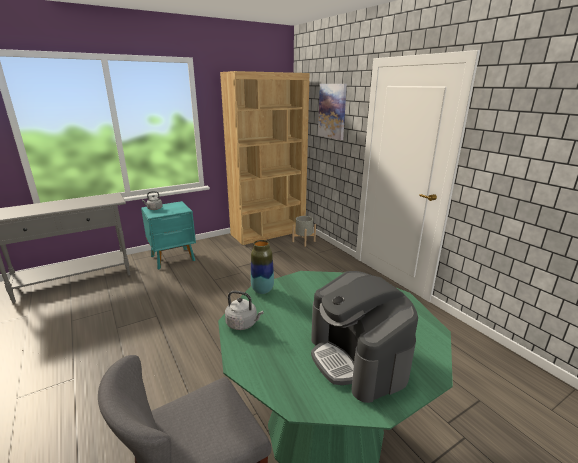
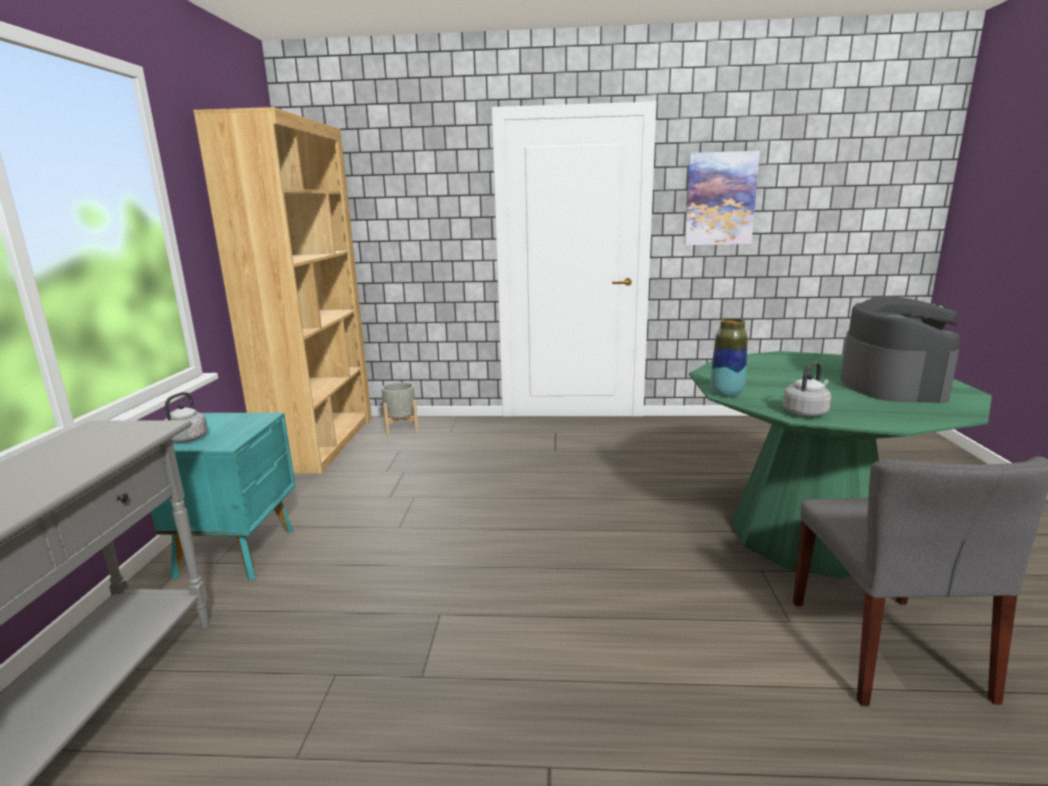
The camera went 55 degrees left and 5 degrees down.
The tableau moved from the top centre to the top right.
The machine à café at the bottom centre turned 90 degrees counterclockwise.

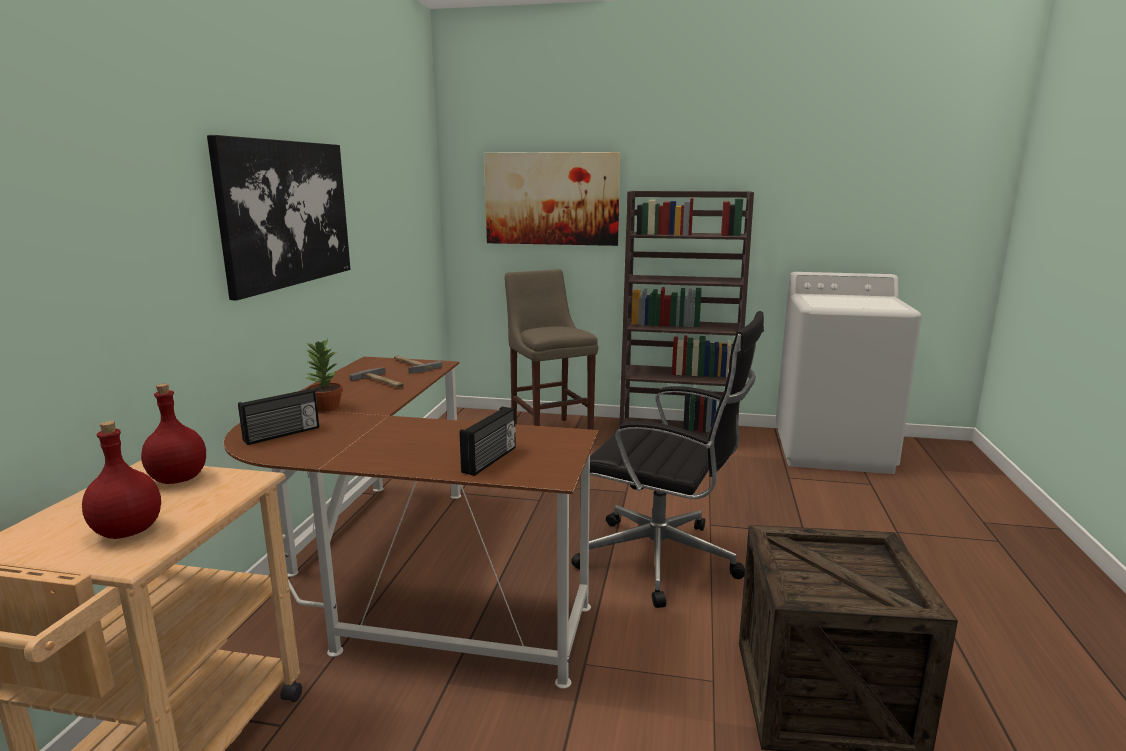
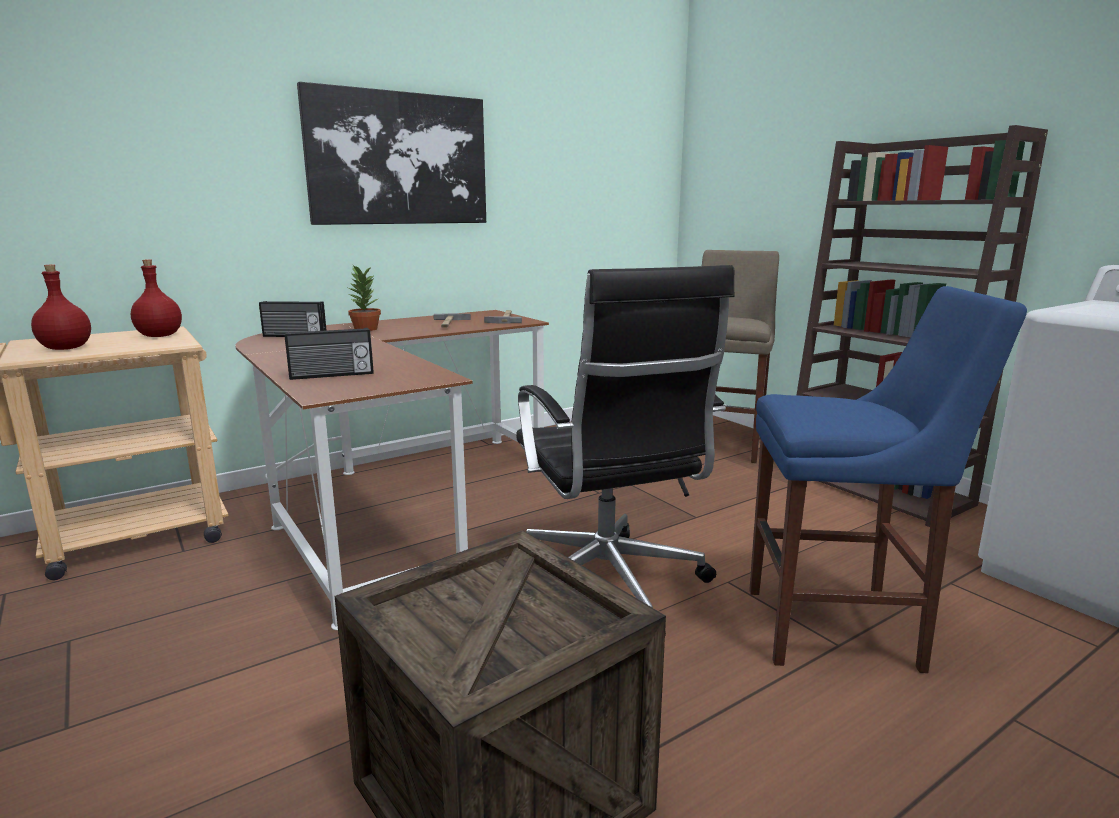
The camera went 45 degrees right and 0 degrees up.
The tableau (2nd from left) at the top centre disappeared.
The tabouret/bleu at the middle right appeared.

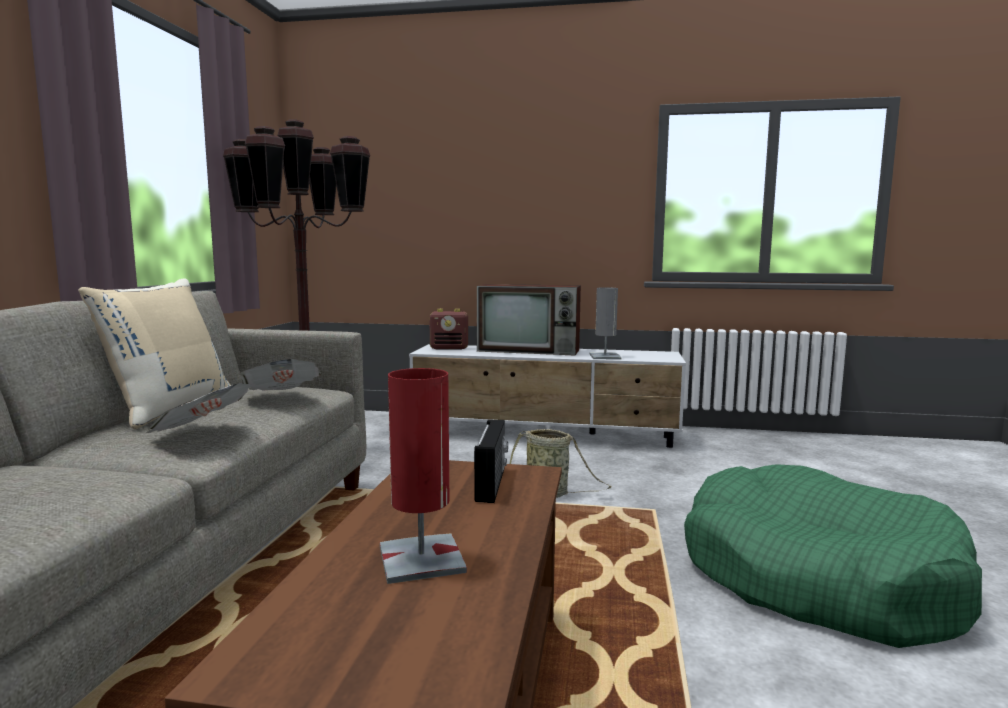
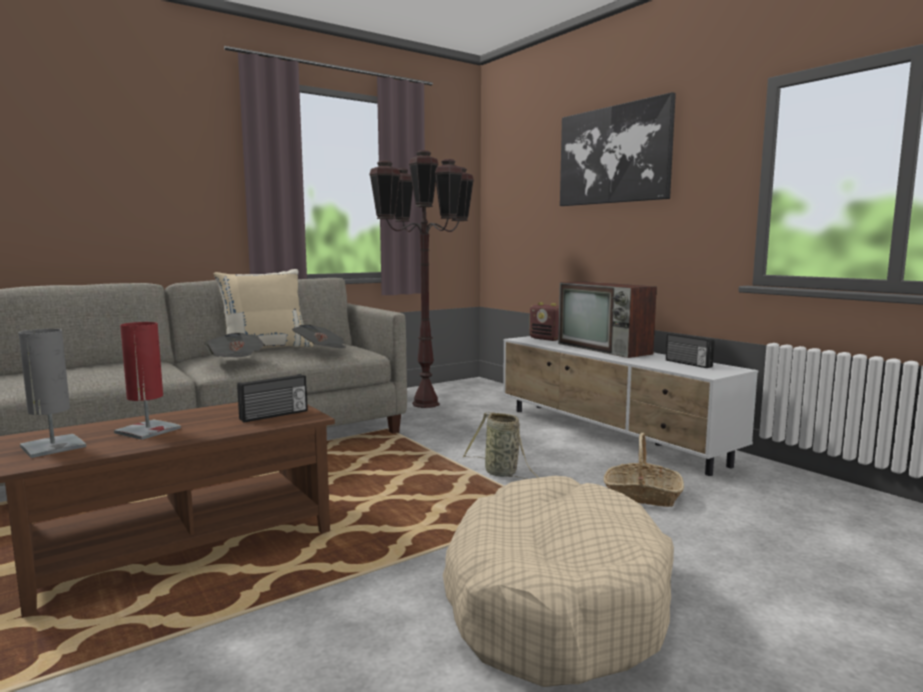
The camera went 45 degrees right and 0 degrees up.
The tableau at the top right appeared.
The panier (2nd from left) at the bottom right appeared.
The radio (3rd from left) at the middle right appeared.
The lampe de table/gris moved from the centre to the middle left.
The panier pour chien/vert at the bottom right became the panier pour chien/beige at the bottom centre.

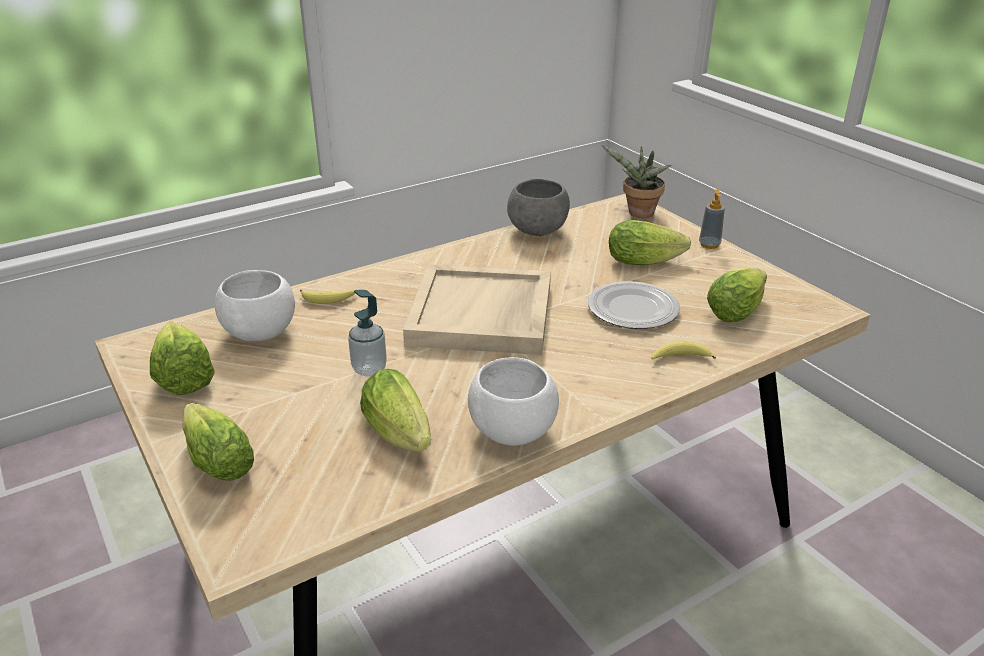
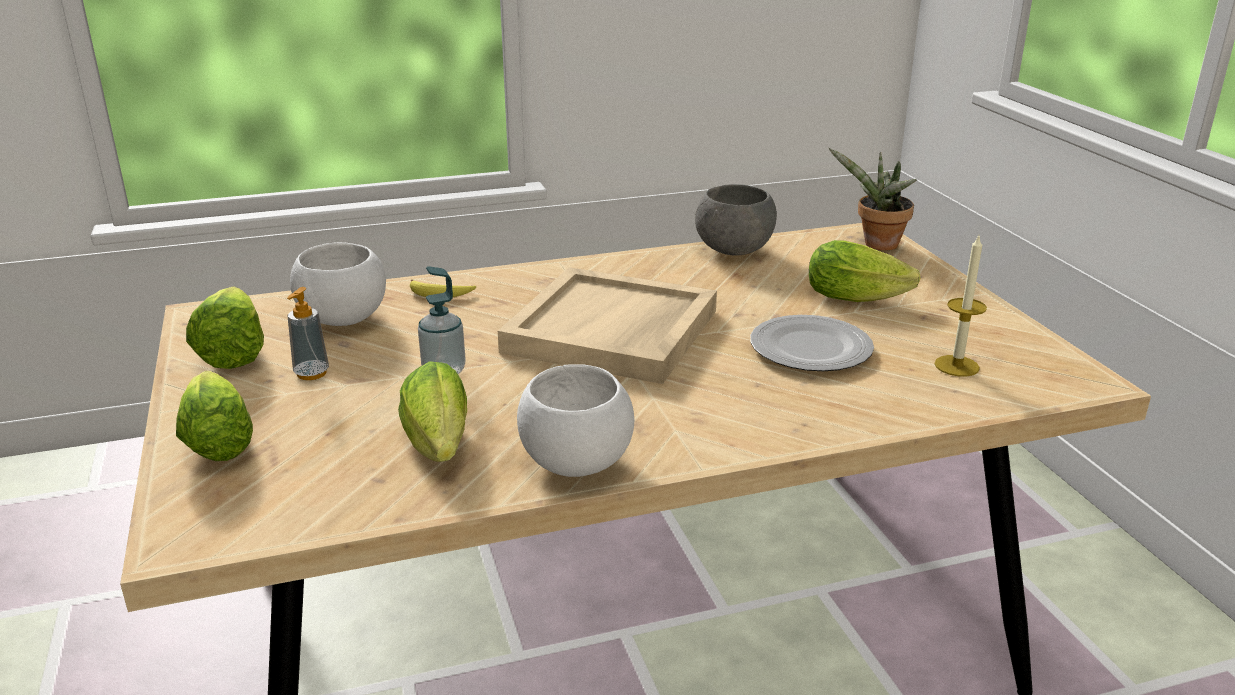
The camera went 15 degrees right and 5 degrees down.
The banane (2nd from left) at the middle right disappeared.
The distributeur de savon (2nd from left in the first image) moved from the middle right to the middle left.
The laitue (5th from left) at the middle right was replaced by the bougie at the middle right.

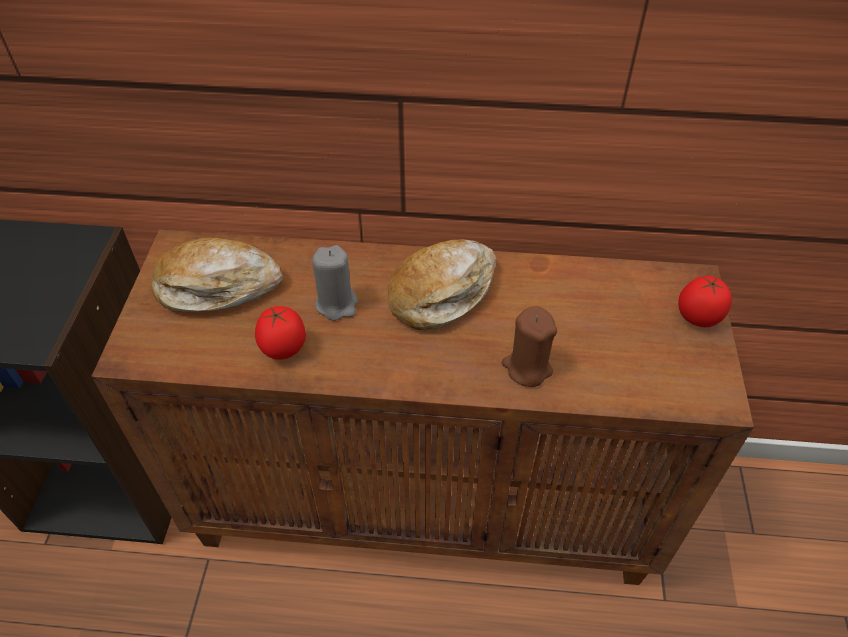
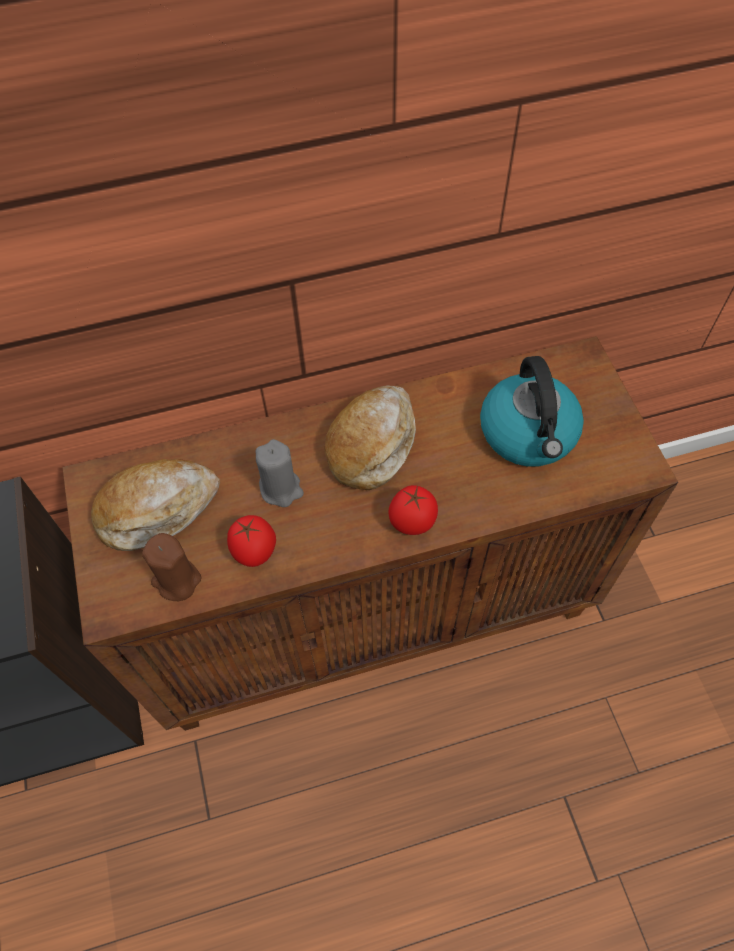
The camera went 20 degrees left and 10 degrees up.
The bouilloire at the middle right appeared.
The bougie/marron moved from the centre to the middle left.
The tomate (2nd from left) moved from the middle right to the centre.

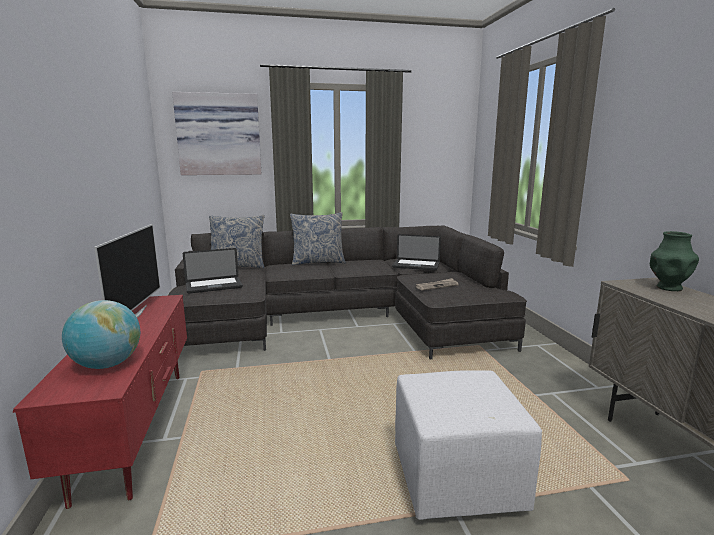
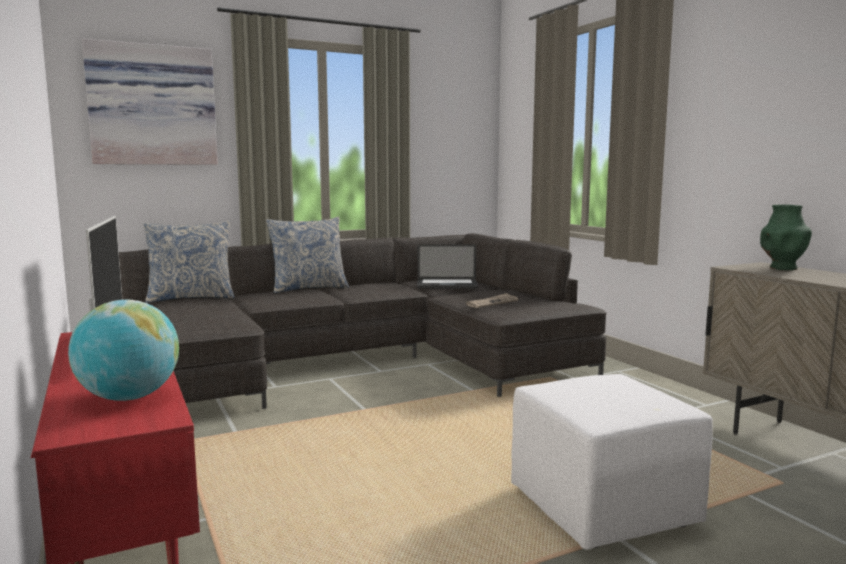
The camera went 15 degrees left and 5 degrees down.
The ordinateur portable (1st from left) at the middle left disappeared.

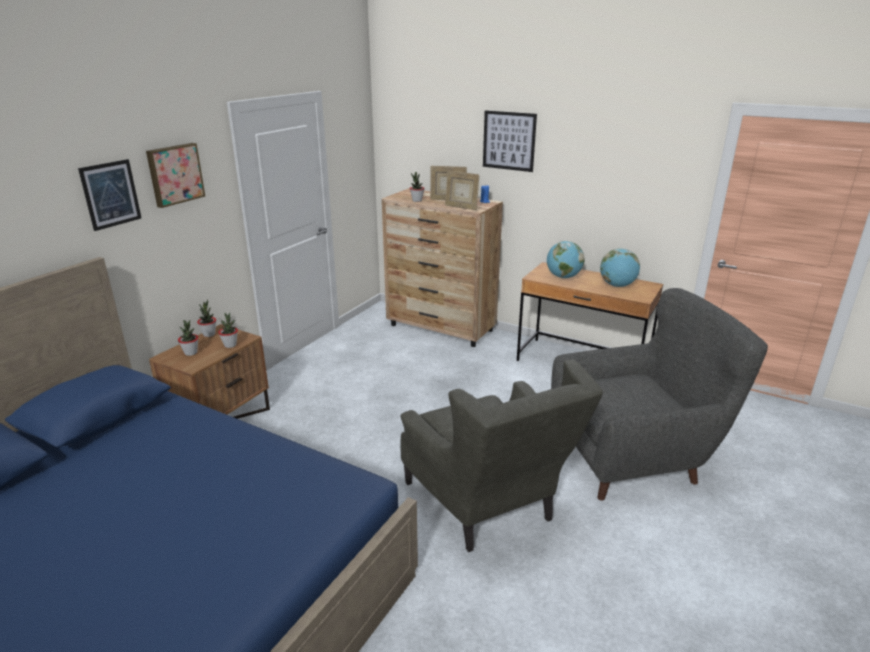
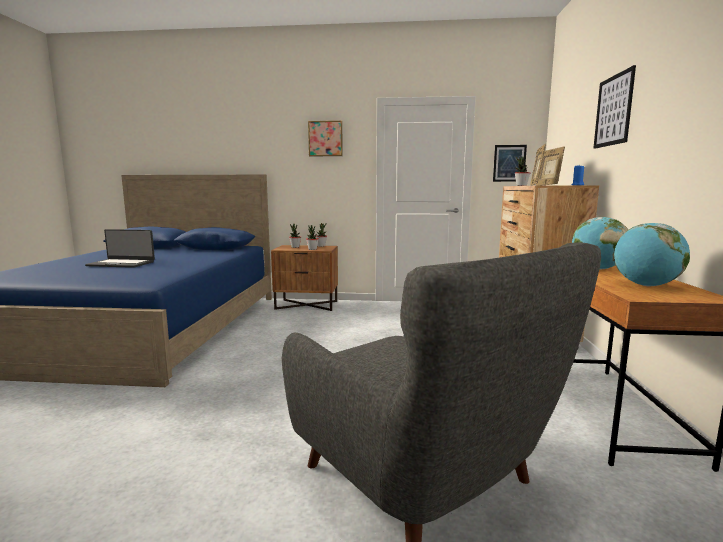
The camera went 65 degrees right and 15 degrees down.
The fauteuil/gris (1st from left) at the bottom centre disappeared.
The ordinateur portable at the middle left appeared.
The tableau (1st from left in the first image) moved from the top left to the top right.

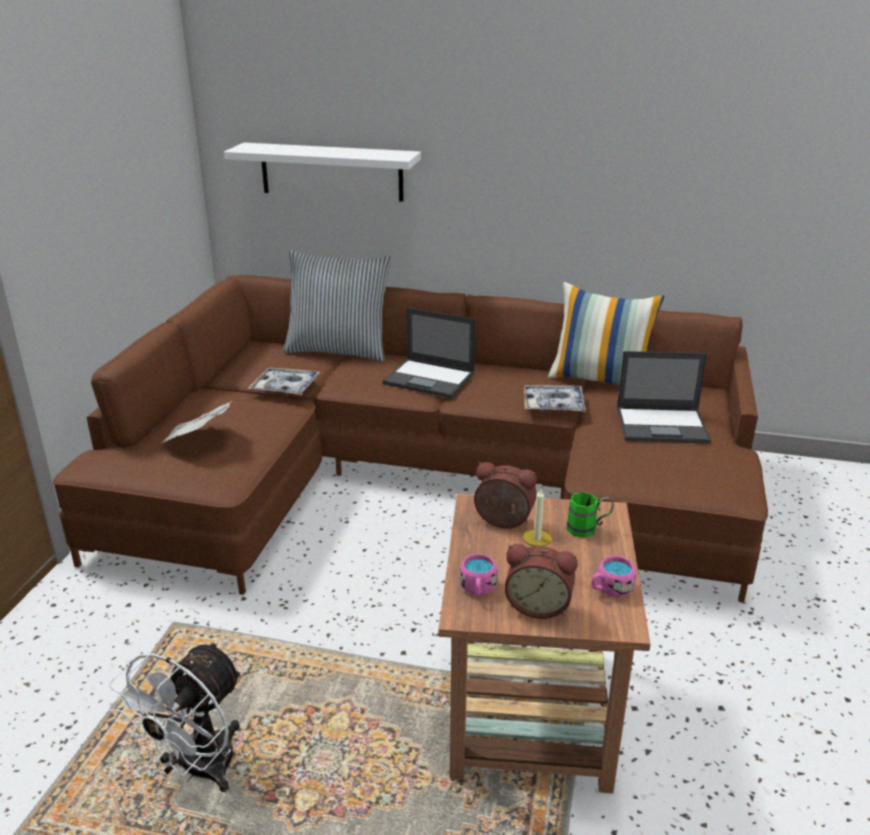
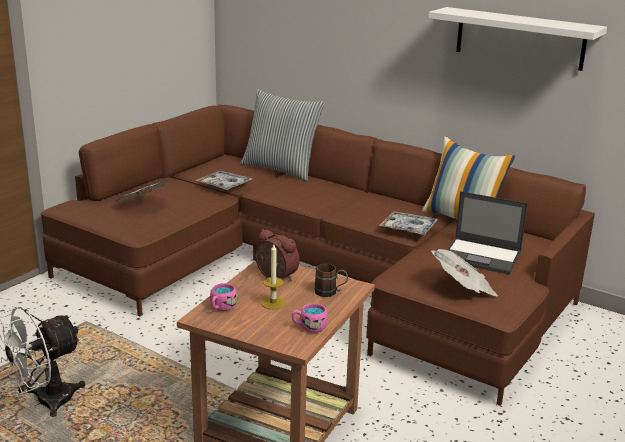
The camera went 20 degrees right and 5 degrees down.
The ordinateur portable (1st from left) at the centre disappeared.
The réveil (2nd from left) at the bottom centre disappeared.
The journal (2nd from left) at the middle right appeared.
The étagère/blanc moved from the top centre to the top right.
The mug/vert at the middle right became the mug/marron at the centre.

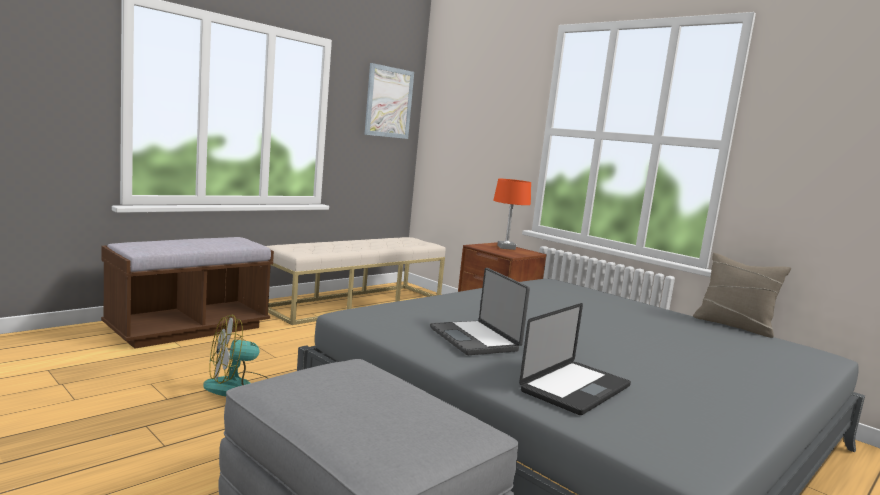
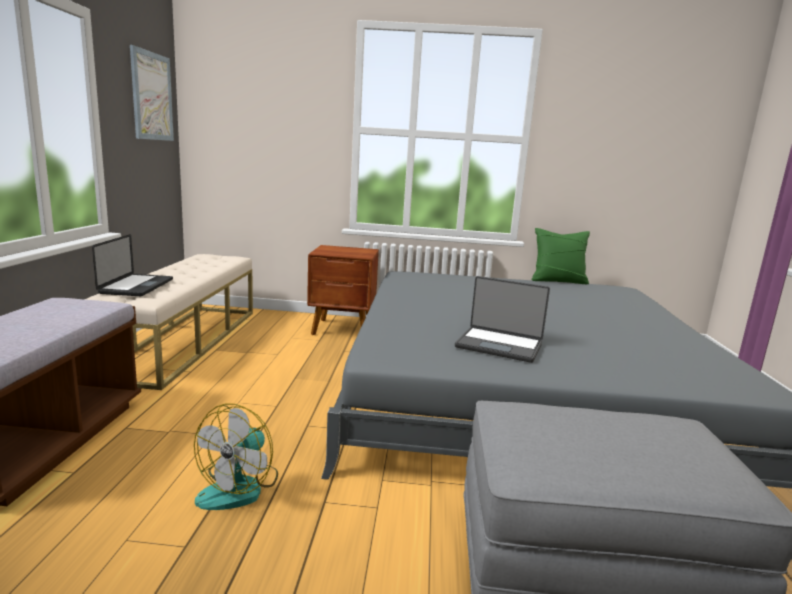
The camera went 40 degrees left and 5 degrees up.
The lampe de table/orange at the centre disappeared.
The ordinateur portable (2nd from left in the first image) moved from the bottom centre to the middle left.
The coussin/beige at the middle right became the coussin/vert at the middle right.

